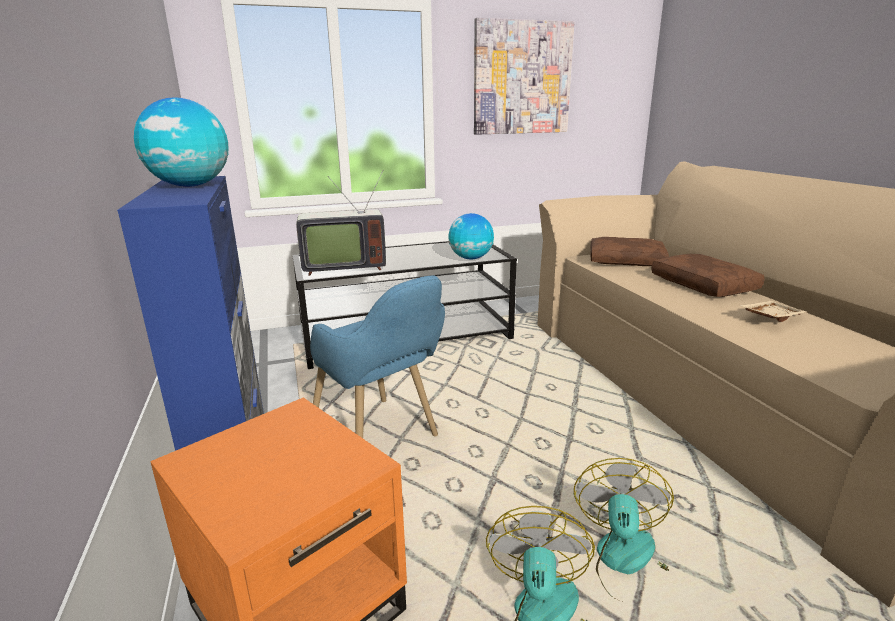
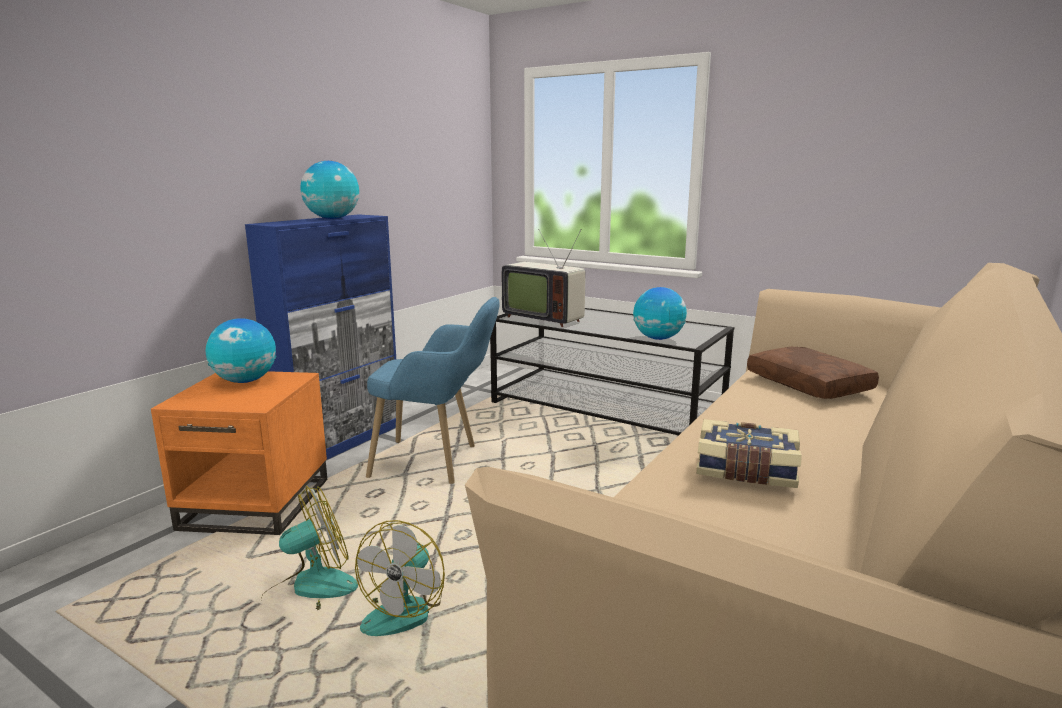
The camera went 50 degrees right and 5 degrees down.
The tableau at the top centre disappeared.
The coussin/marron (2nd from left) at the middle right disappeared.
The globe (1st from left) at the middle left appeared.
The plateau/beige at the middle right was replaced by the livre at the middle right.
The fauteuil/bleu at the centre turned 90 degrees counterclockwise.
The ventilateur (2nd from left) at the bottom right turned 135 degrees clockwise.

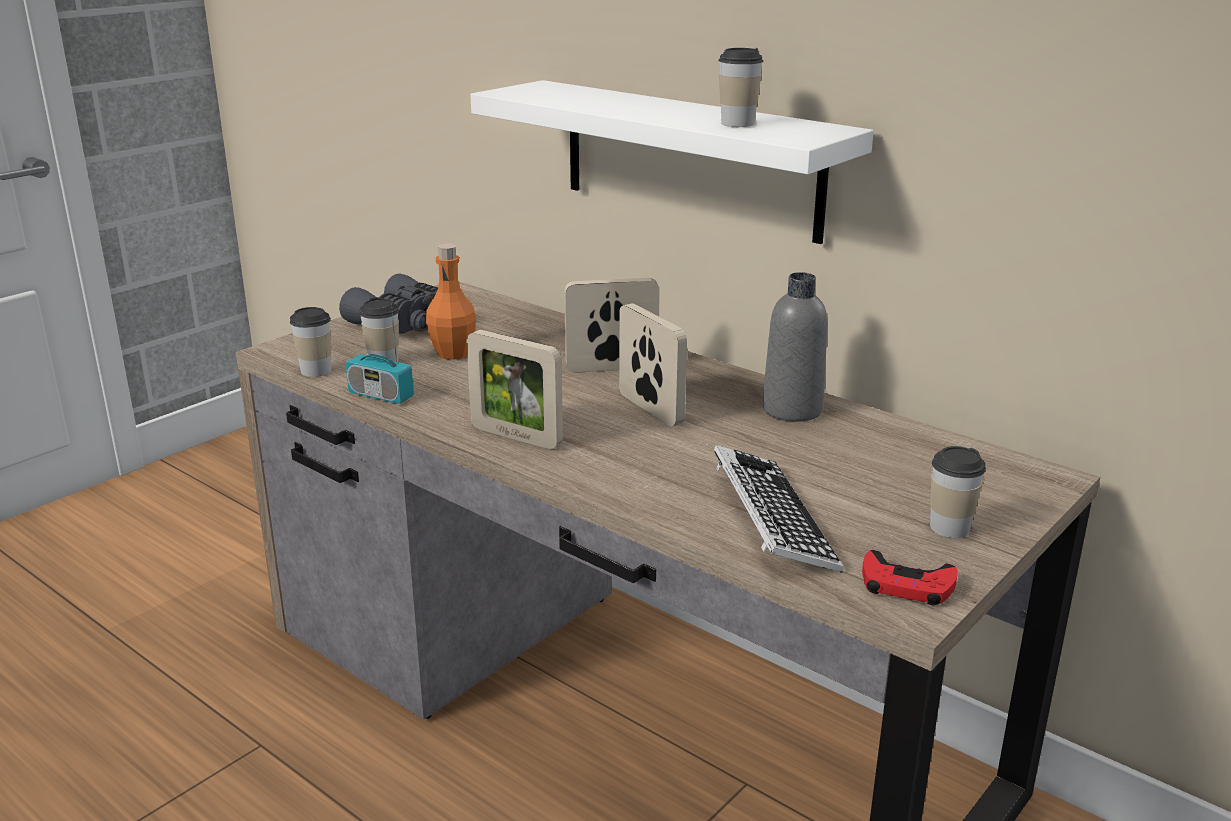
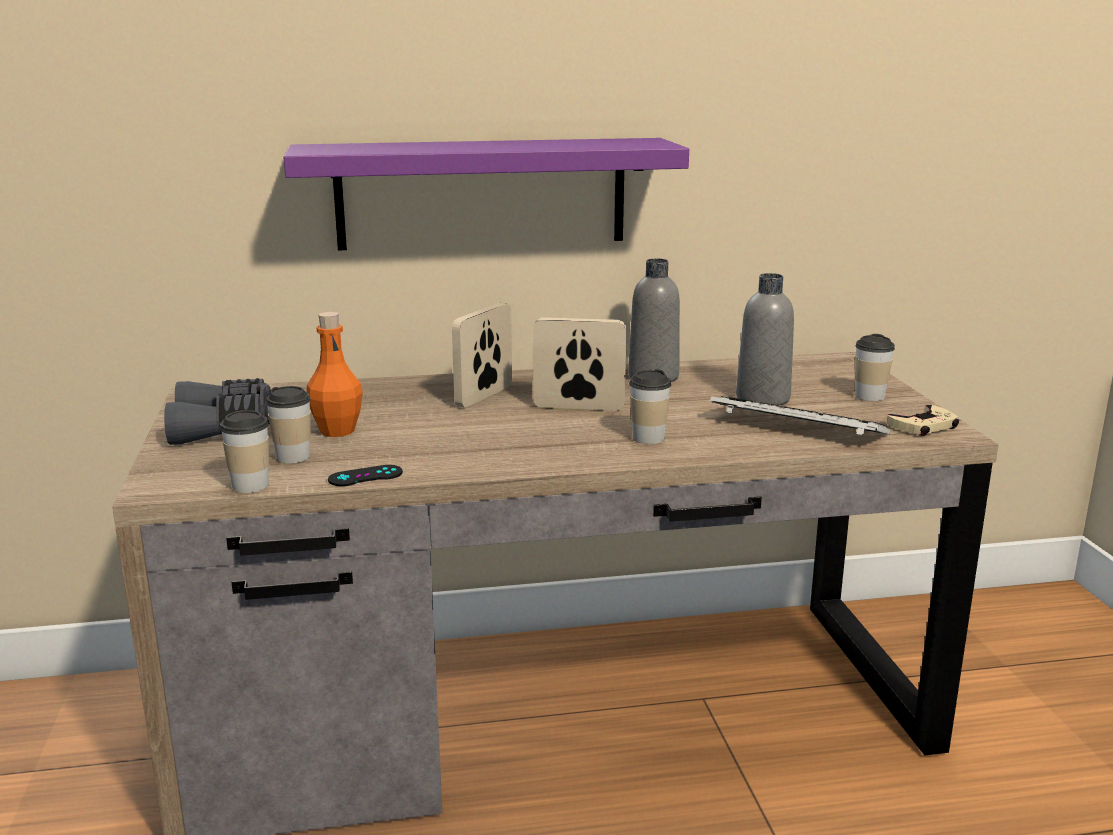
The camera went 50 degrees left and 5 degrees down.
The cadre photo (1st from left) at the centre disappeared.
The bouteille/gris (2nd from left) at the middle right appeared.
The tasse (3rd from left) moved from the top centre to the centre.
The radio at the middle left was replaced by the manette/noir at the middle left.
The étagère/blanc at the top centre became the étagère/violet at the top centre.
The manette/rouge at the bottom right became the manette/beige at the middle right.

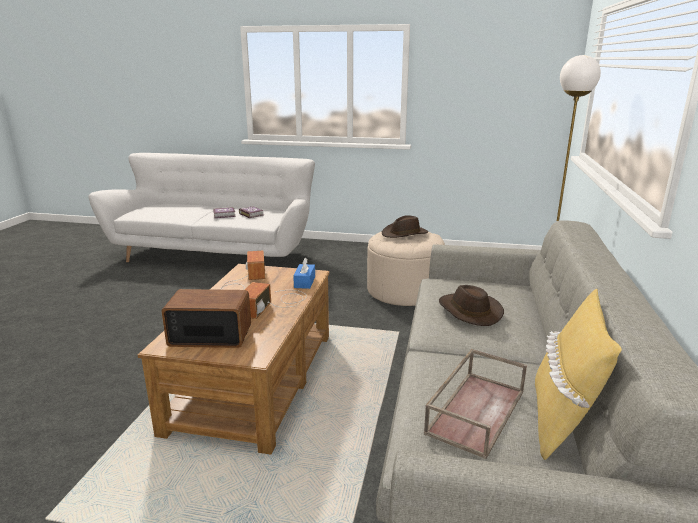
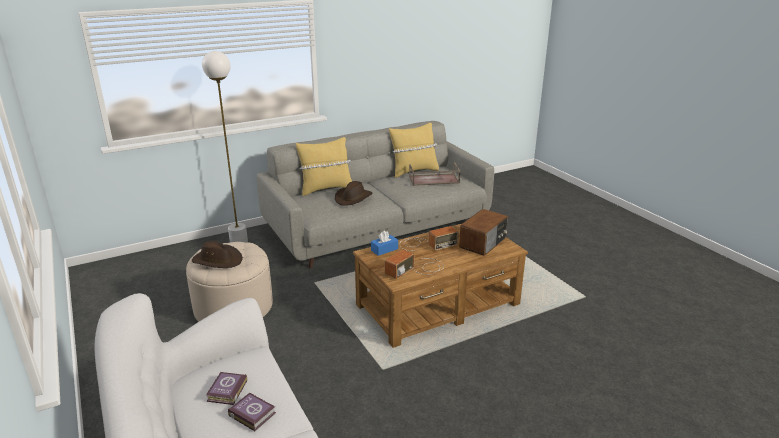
The camera went 130 degrees left and 5 degrees up.
The coussin/jaune (1st from left) at the centre appeared.
The radio (1st from left in the first image) at the middle left turned 105 degrees counterclockwise.

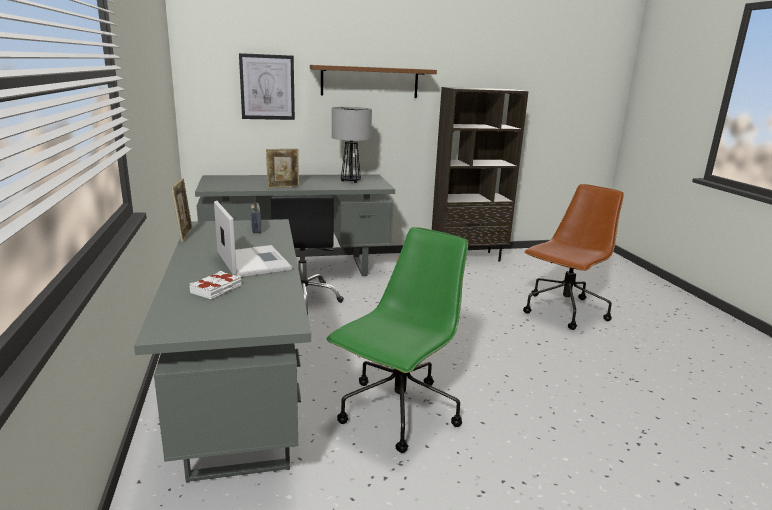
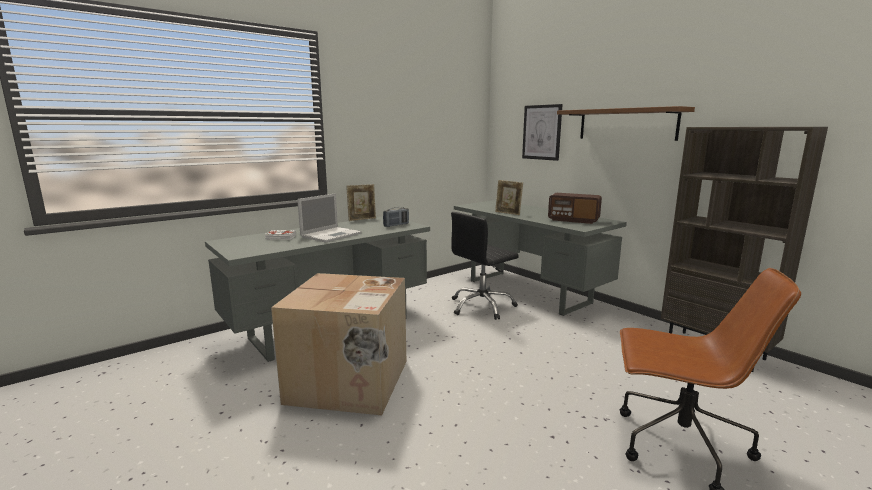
The camera went 65 degrees right and 5 degrees down.
The chaise de bureau/vert at the bottom centre was replaced by the carton at the bottom centre.
The lampe de table at the top centre was replaced by the radio (2nd from left) at the centre.

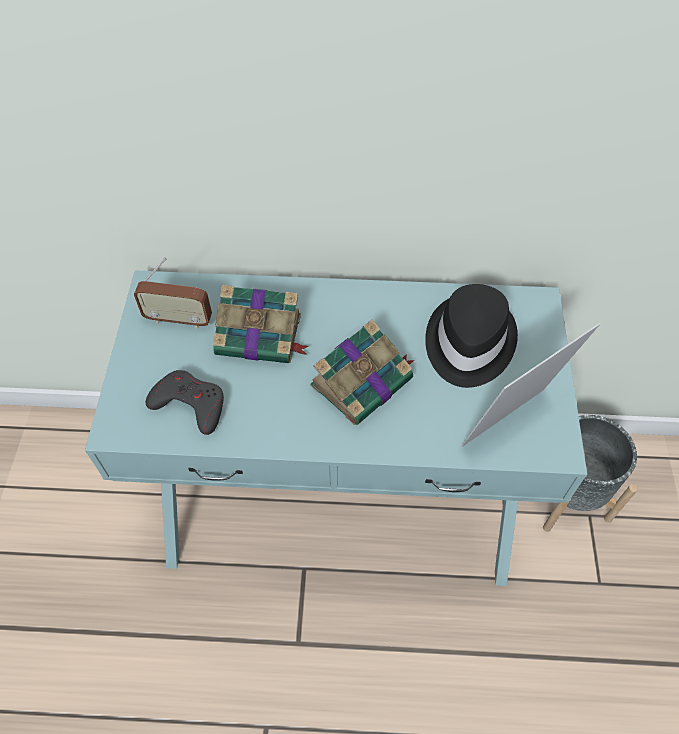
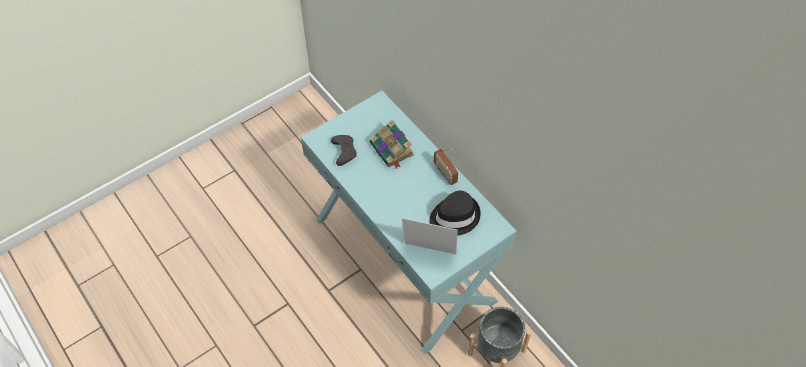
The camera went 50 degrees right and 0 degrees up.
The livre (2nd from left) at the centre disappeared.
The radio moved from the middle left to the centre.

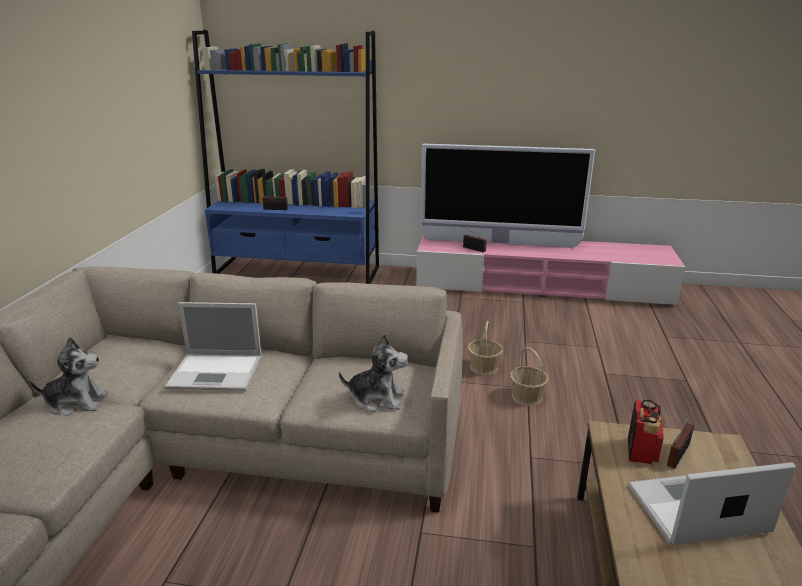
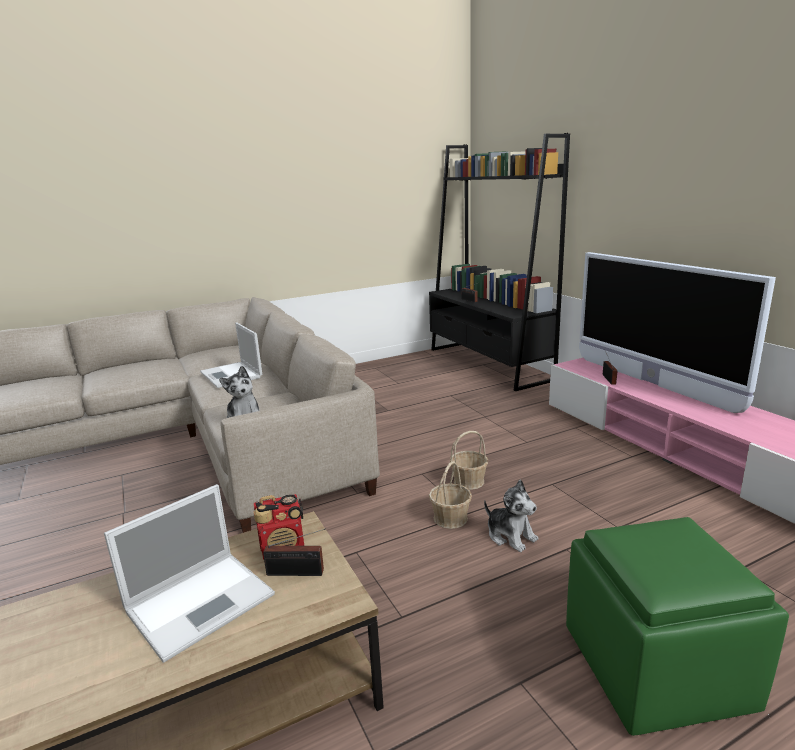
The camera went 55 degrees right and 5 degrees down.
The pouf/vert at the bottom right appeared.
The peluche (1st from left in the first image) moved from the middle left to the bottom centre.
The bibliothèque/bleu at the top centre became the bibliothèque/noir at the centre.
The ordinateur portable (2nd from left in the first image) at the bottom right turned 90 degrees clockwise.

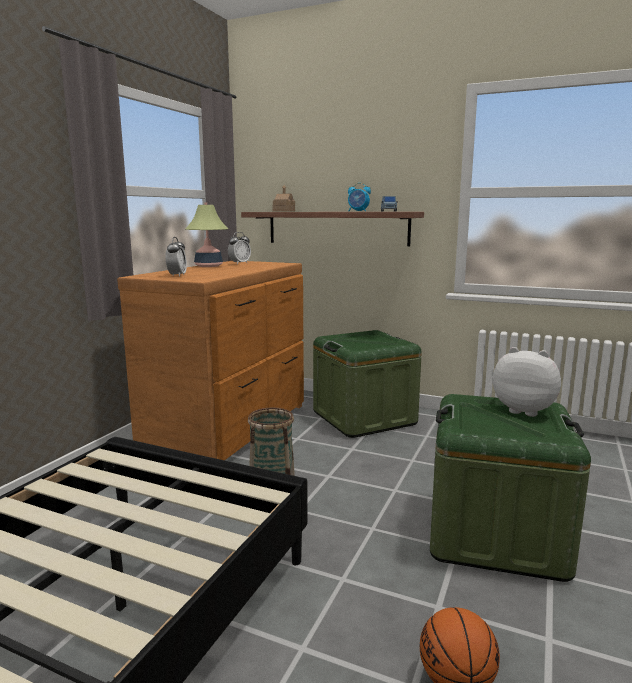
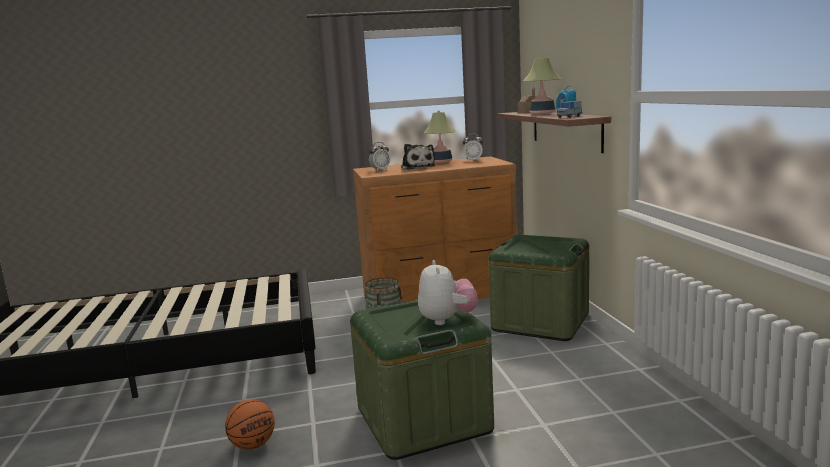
The camera went 55 degrees right and 0 degrees up.
The peluche (1st from left) at the centre appeared.
The lampe de table (2nd from left) at the top centre appeared.

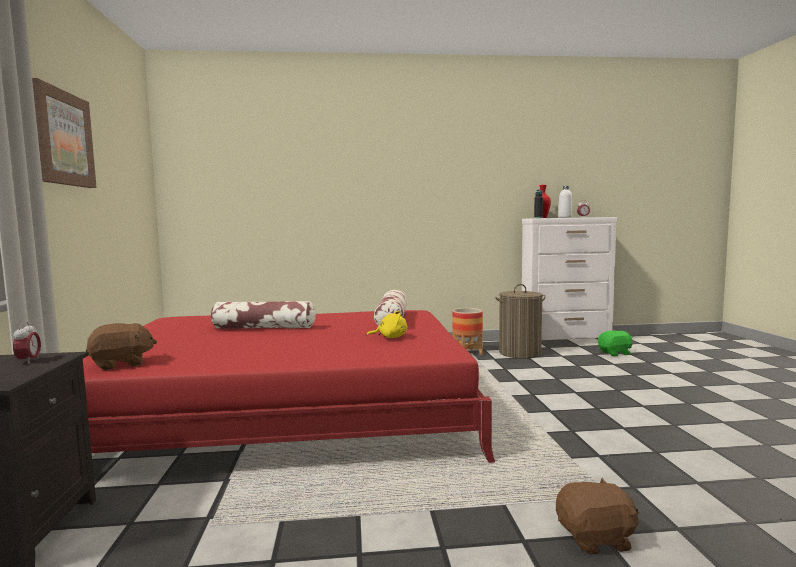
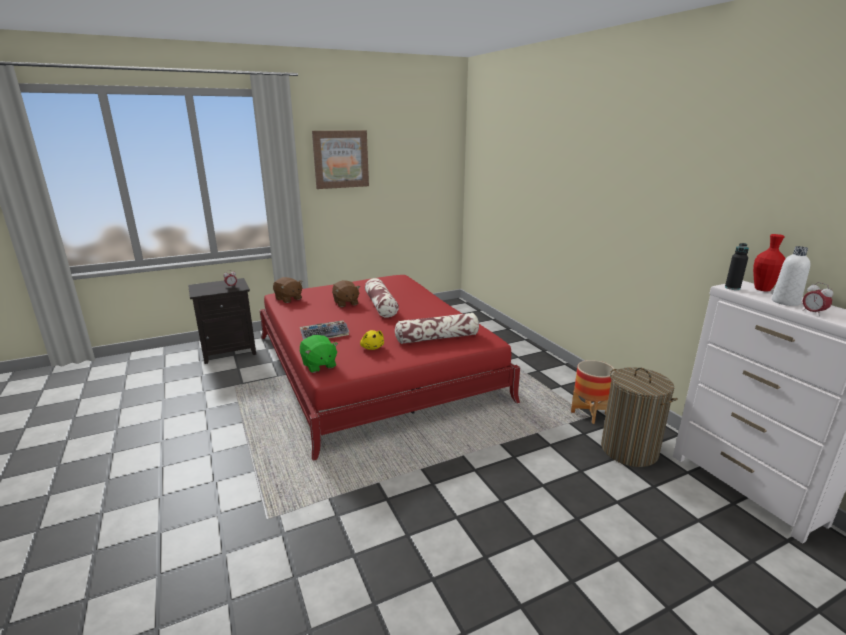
The camera went 70 degrees right and 15 degrees up.
The clavier at the centre appeared.
The peluche/marron (2nd from left) moved from the bottom right to the centre.
The peluche/vert moved from the middle right to the centre.

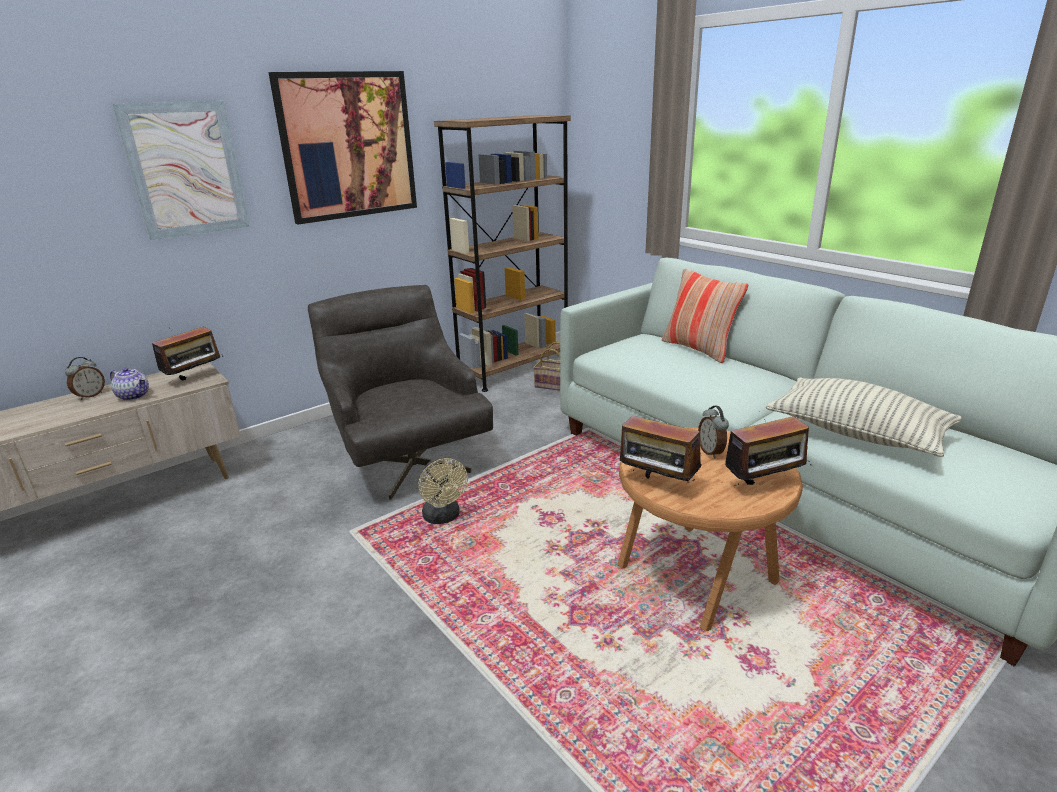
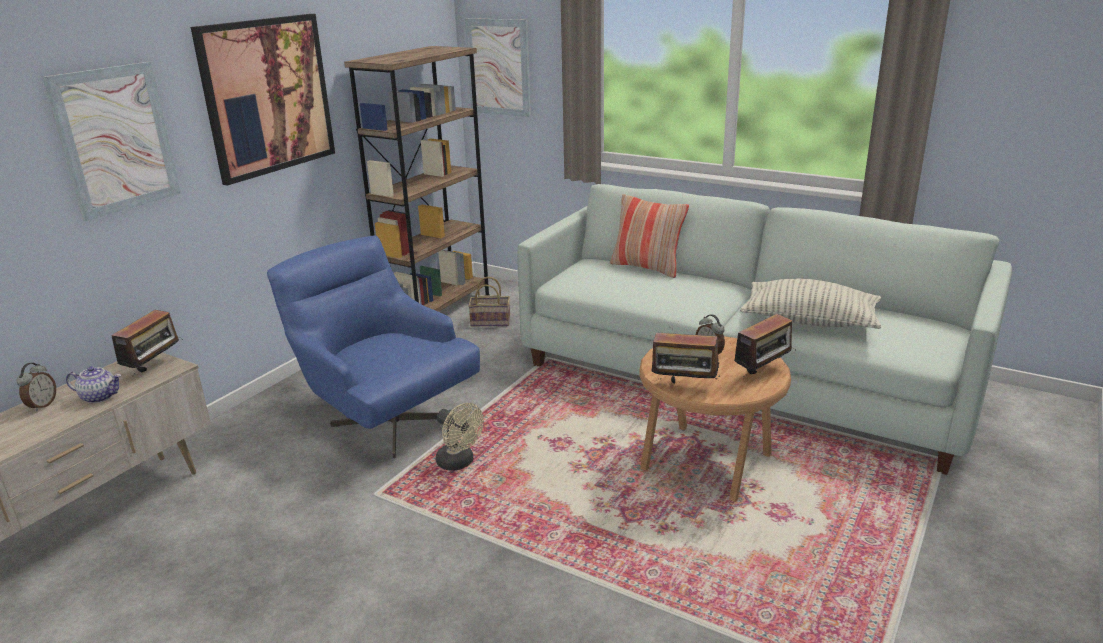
The camera went 20 degrees left and 0 degrees up.
The tableau (3rd from left) at the top centre appeared.
The fauteuil/gris at the centre became the fauteuil/bleu at the centre.

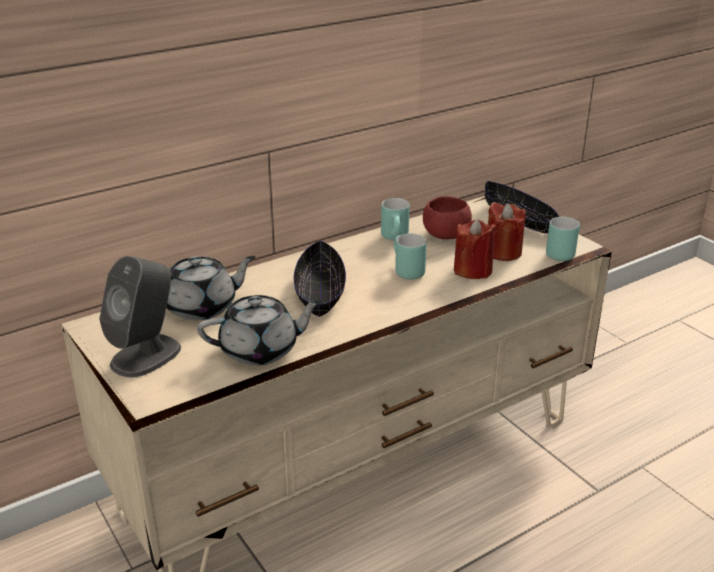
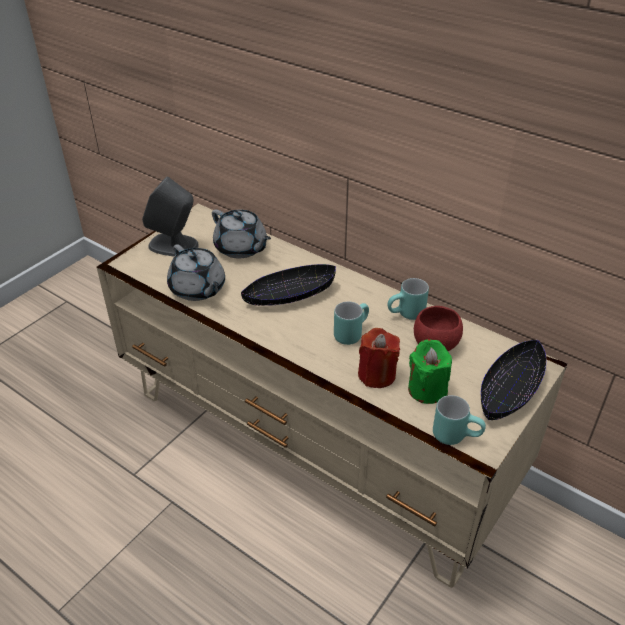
The camera went 70 degrees right and 10 degrees up.
The bougie/rouge (2nd from left) at the middle right became the bougie/vert at the middle right.

